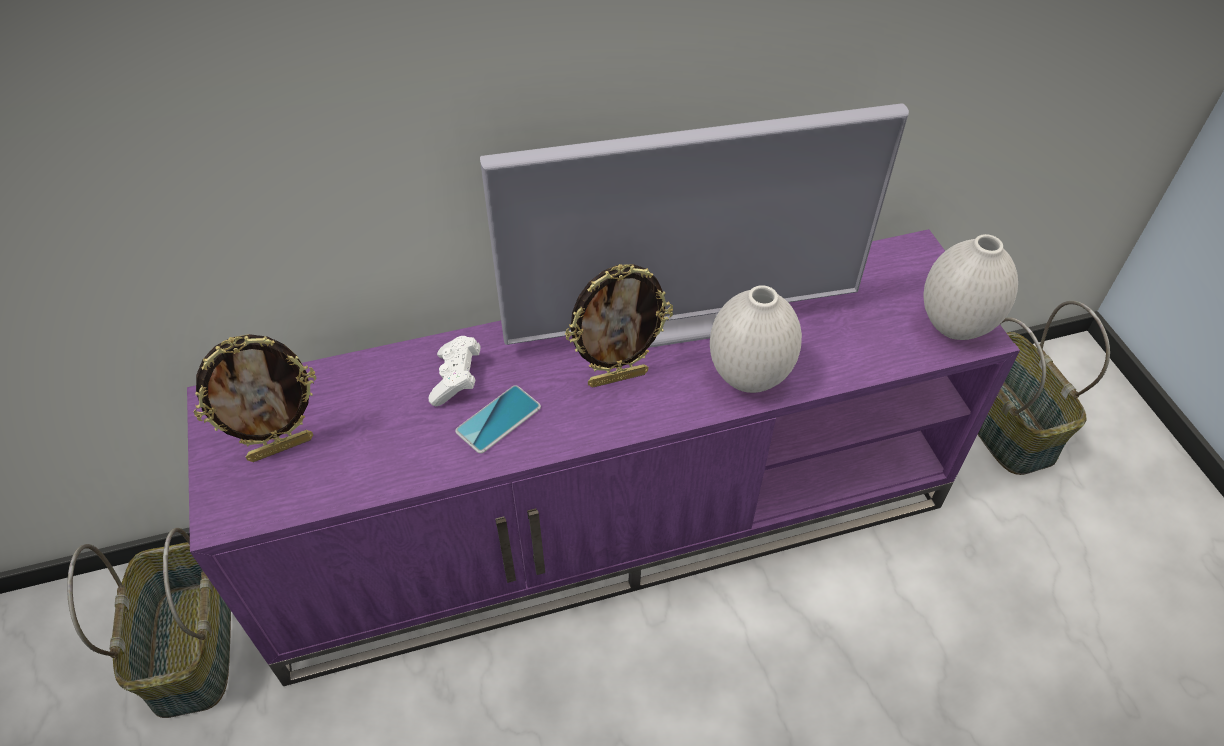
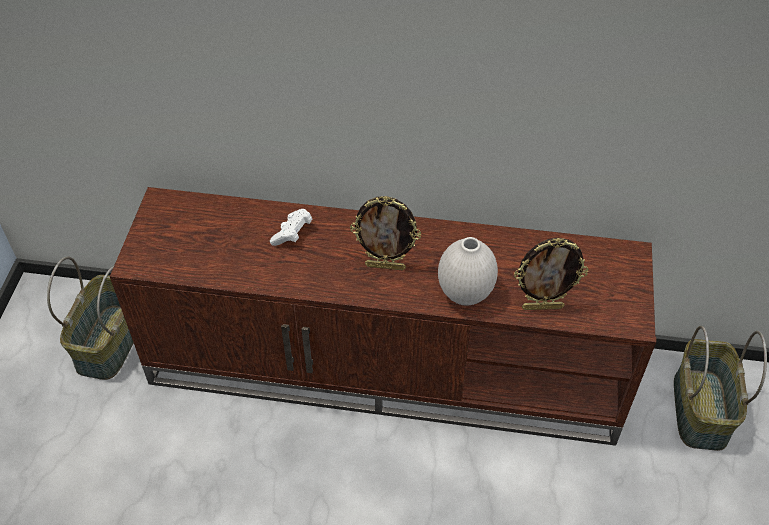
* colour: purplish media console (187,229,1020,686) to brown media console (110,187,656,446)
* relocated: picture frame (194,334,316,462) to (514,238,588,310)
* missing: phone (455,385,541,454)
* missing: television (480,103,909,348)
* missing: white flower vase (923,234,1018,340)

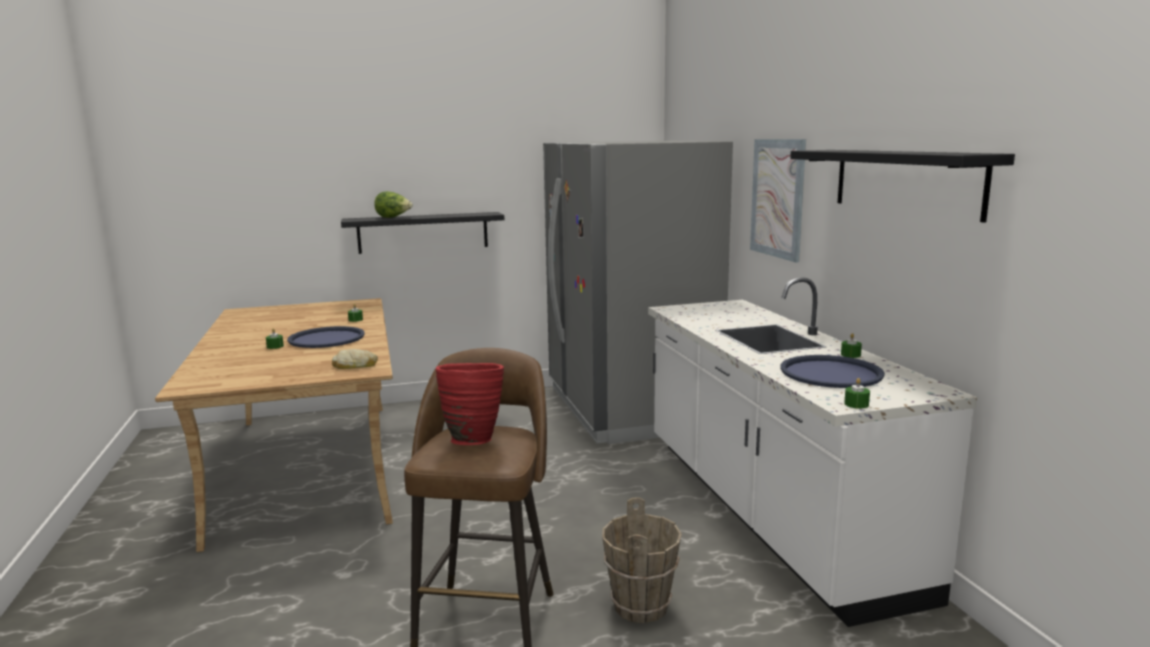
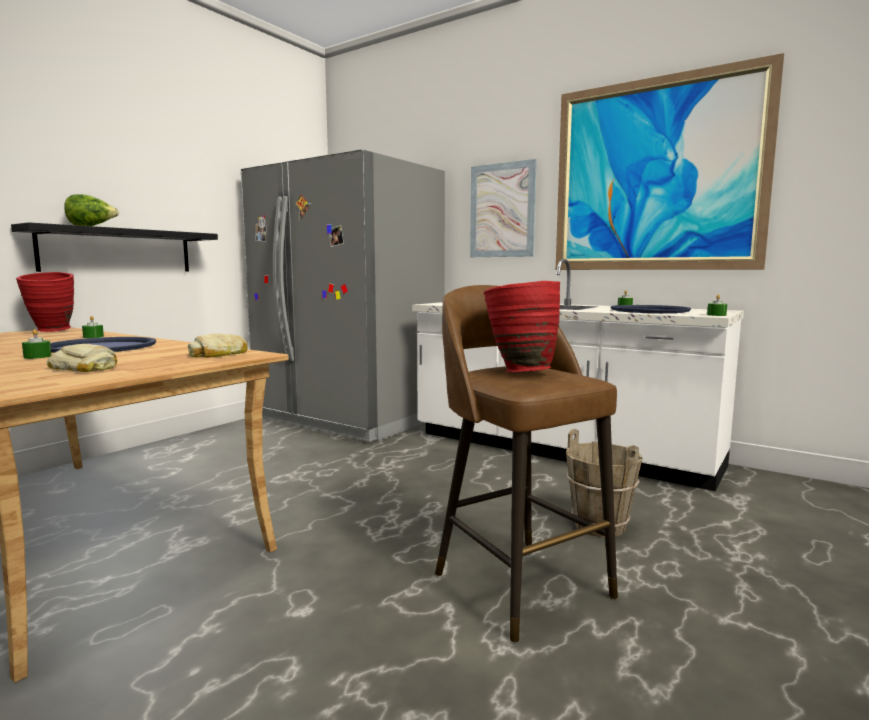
* appeared: red flower vase (16,272,74,332)
* appeared: bakery bread (47,344,117,372)
* exchanged: blackish bracket shelf (790,150,1015,223) to wall art (556,53,784,270)

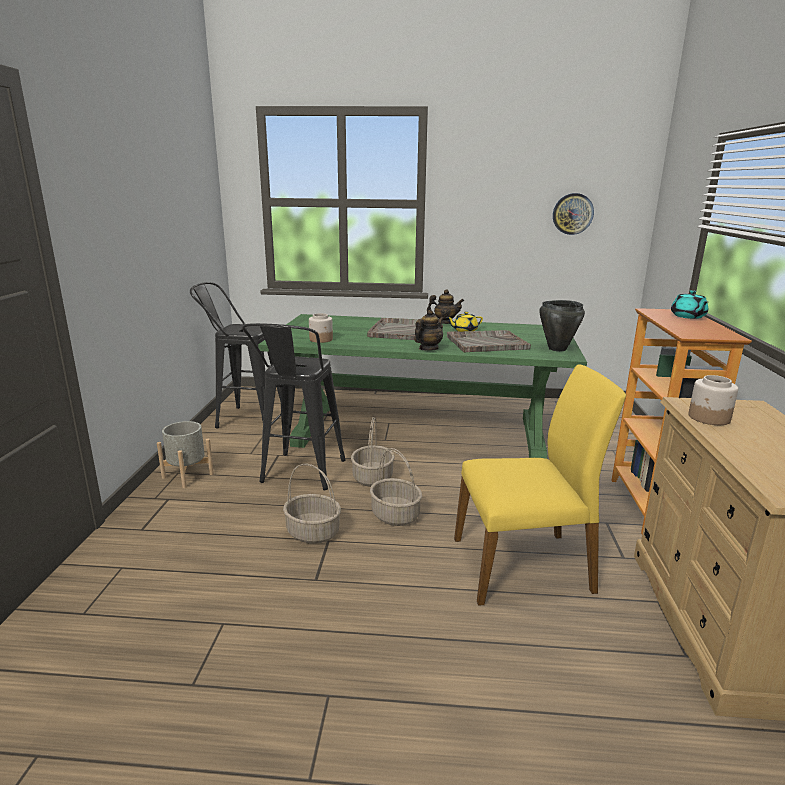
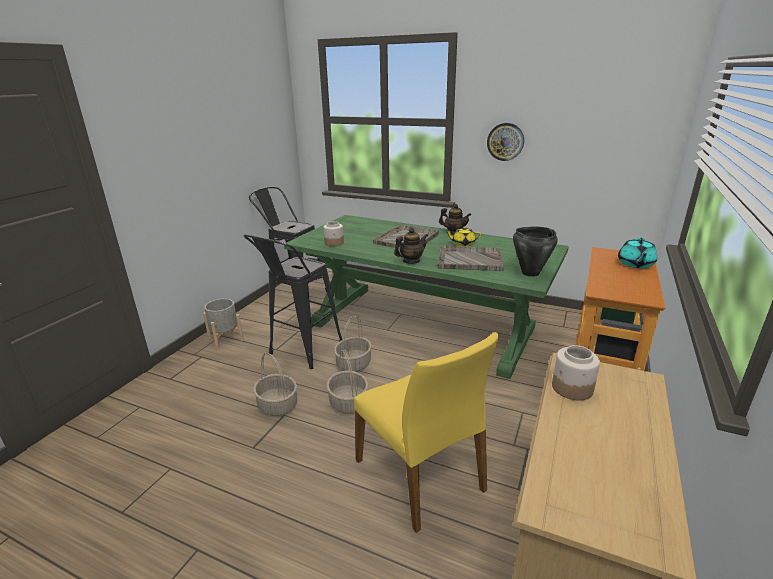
* spun: yellowish plain chair (454,364,626,606) = (354,332,499,533) 45 degrees clockwise
* relocated: wall clock (553,193,594,235) to (487,123,524,161)

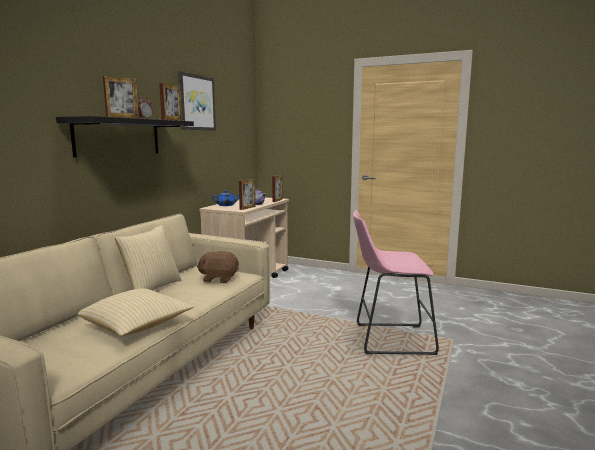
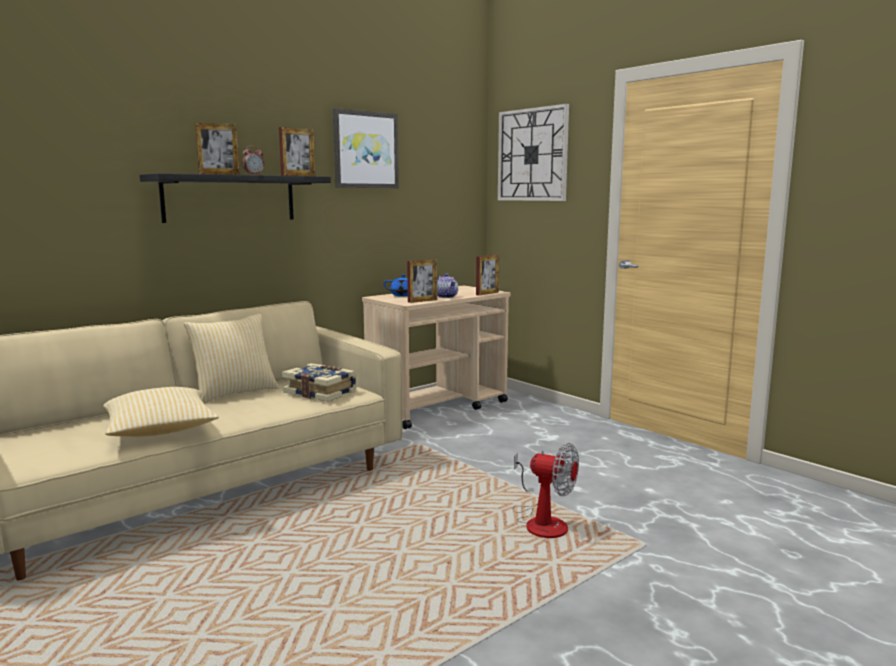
* exchanged: brown plush toy (197,251,239,283) to book (282,363,357,402)
* appeared: wall clock (498,104,569,201)
* exchanged: pinkish sitting stool (353,210,439,355) to cooling fan (513,443,579,538)

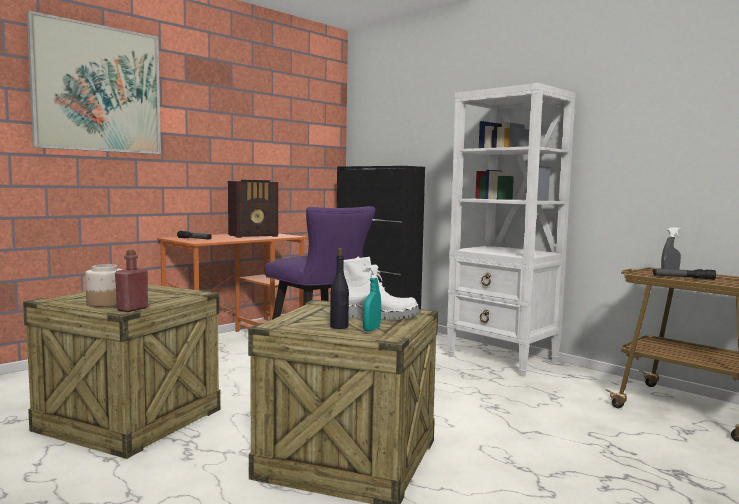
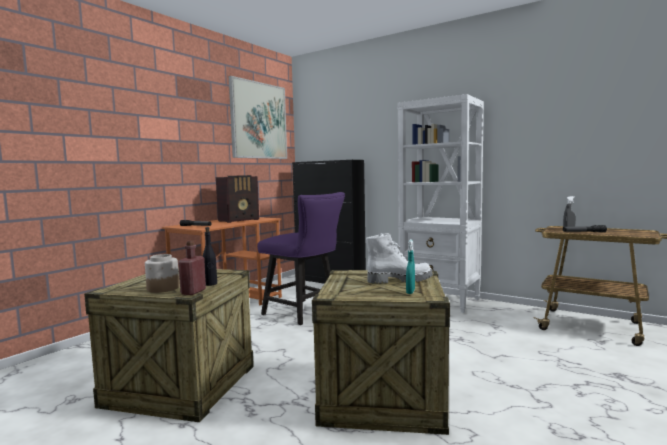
* relocated: blackish beverage bottle (330,248,349,329) to (203,227,217,286)
* relocated: wall art (26,10,161,154) to (229,76,287,159)

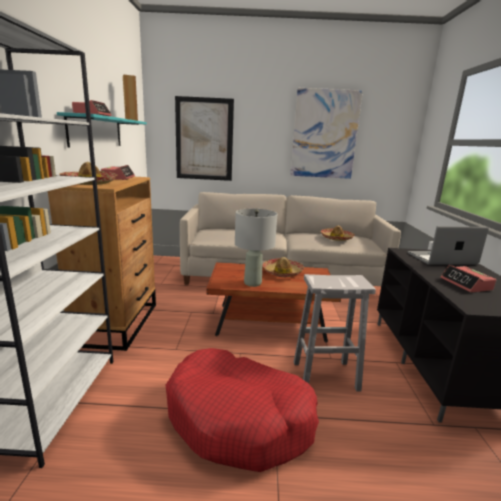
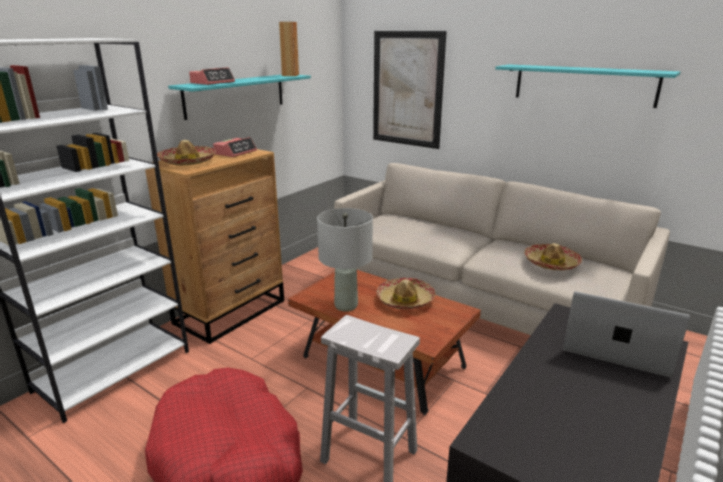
* exchanged: wall art (290,88,363,179) to turquoise bracket shelf (495,65,680,108)
* missing: alarm clock (440,265,496,292)

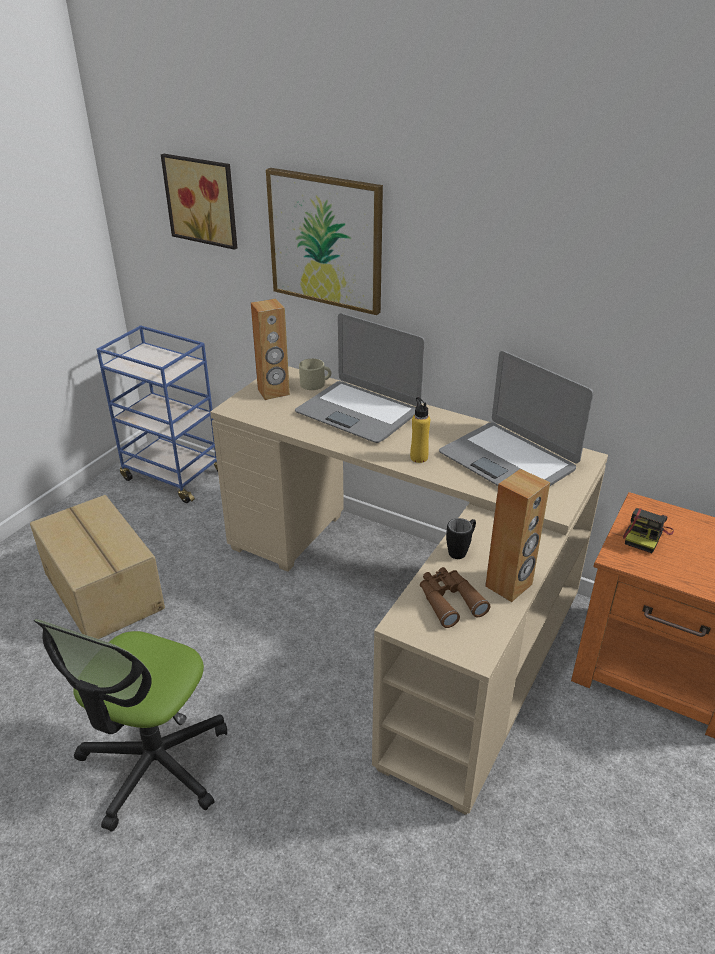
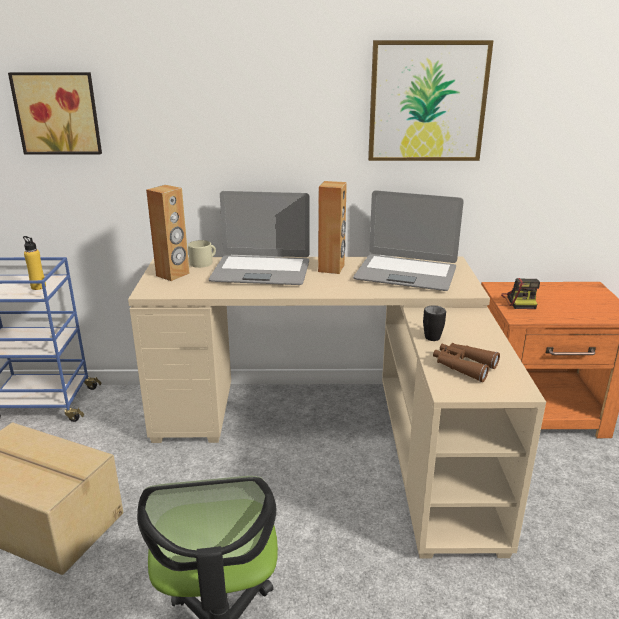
* relocated: yellowish beverage bottle (410,397,430,463) to (23,236,46,290)
* relocated: brown speaker (485,469,550,602) to (318,181,347,274)
* relocated: wall art (266,168,383,315) to (368,40,494,161)

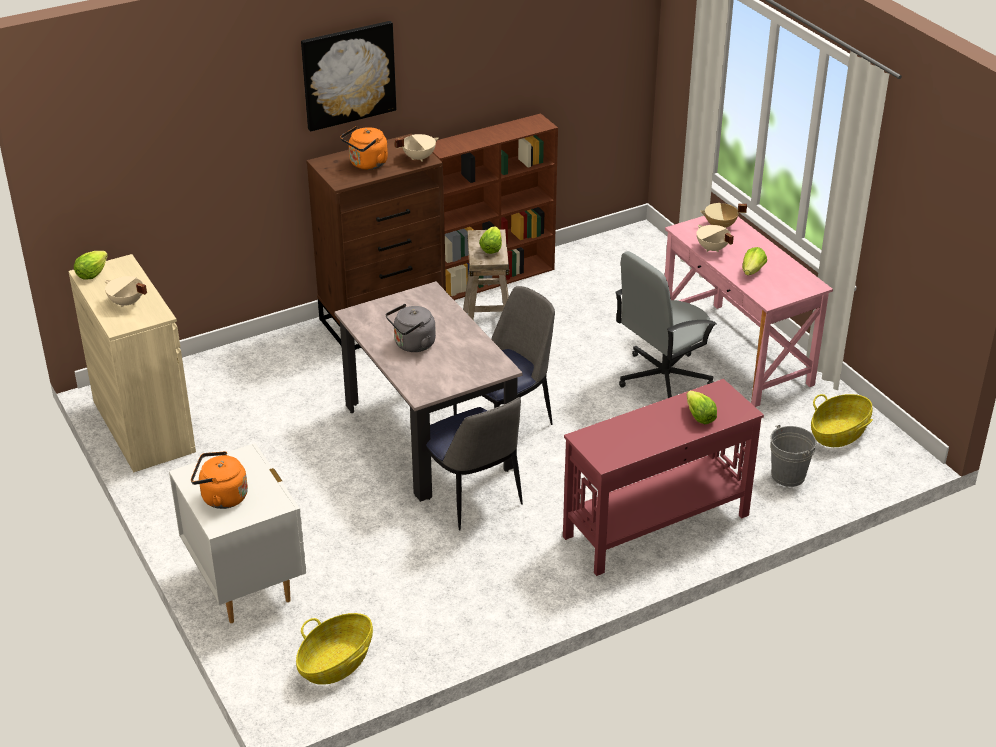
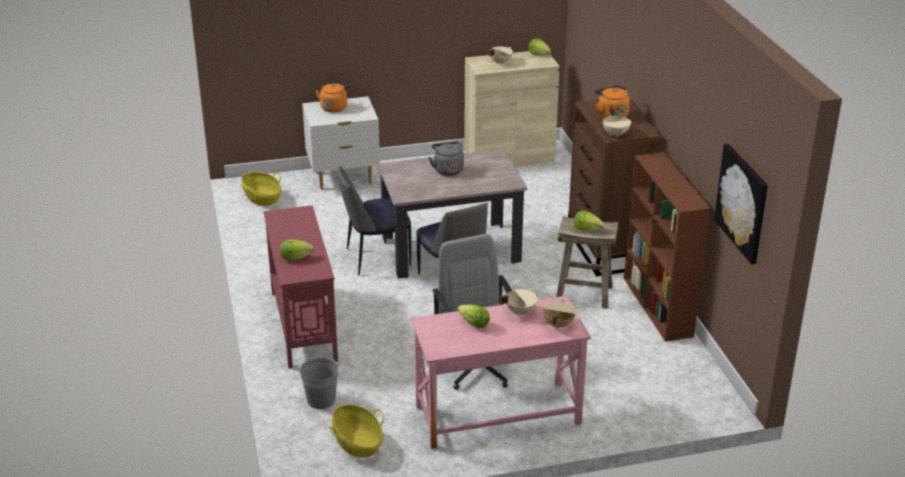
* relocated: wall art (301,21,396,132) to (714,144,768,264)

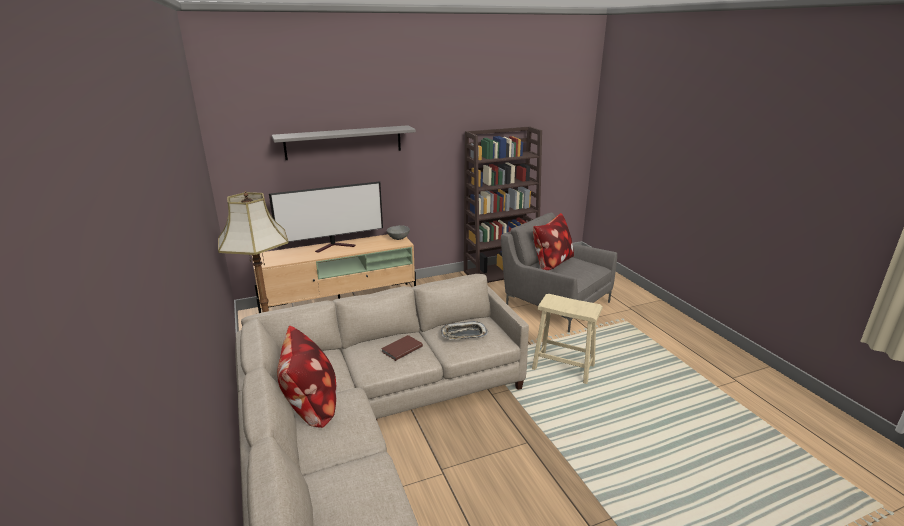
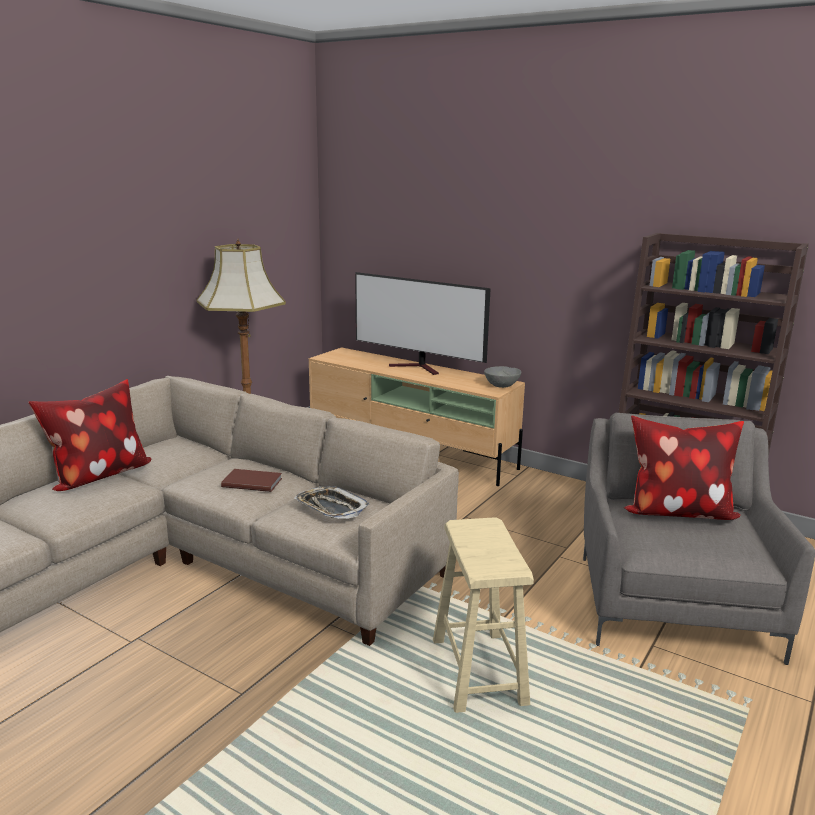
* missing: grey bracket shelf (272,125,416,160)

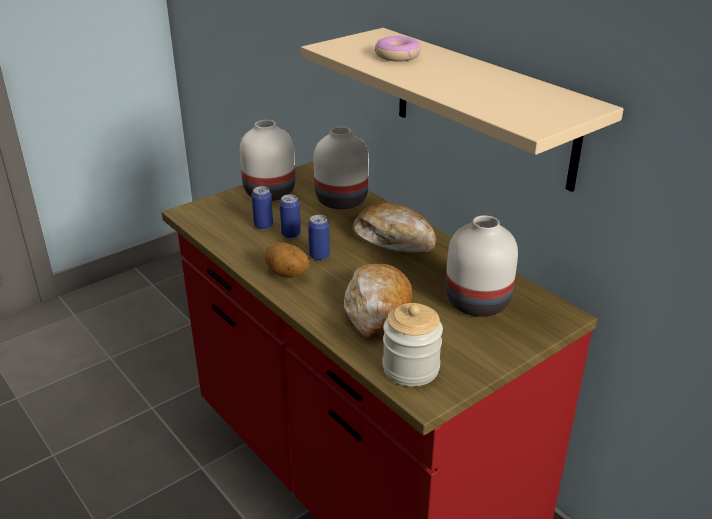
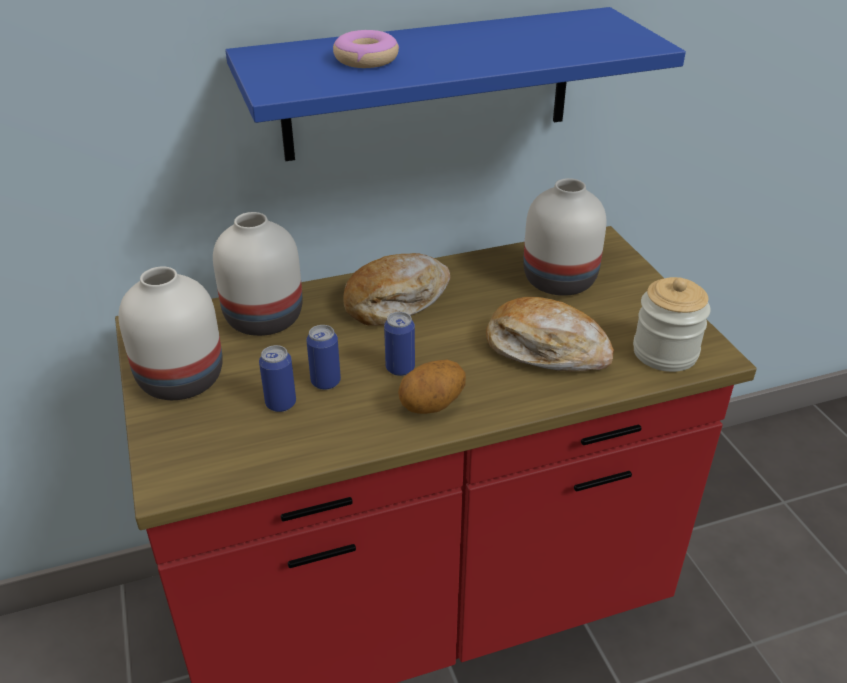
* colour: beige-coloured bracket shelf (301,28,624,192) to bluish bracket shelf (225,7,686,161)

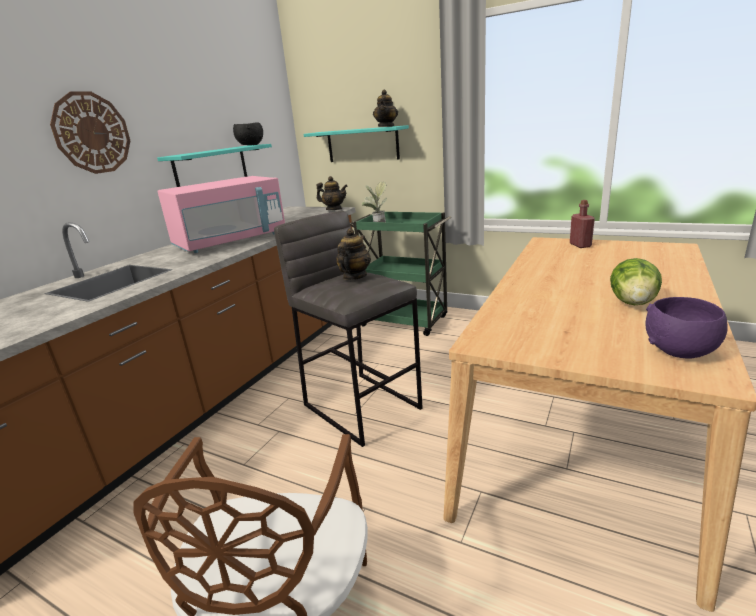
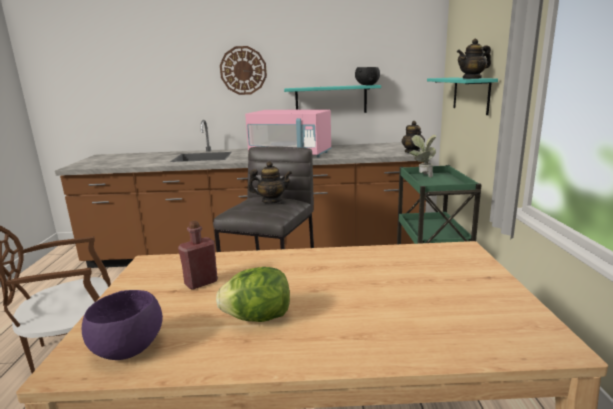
* relocated: red beverage bottle (570,200,595,248) to (178,221,218,290)

